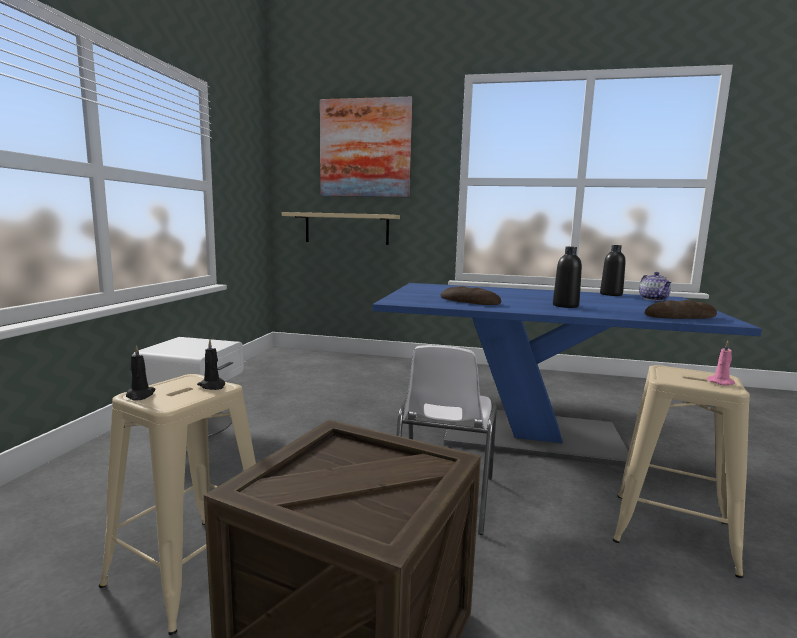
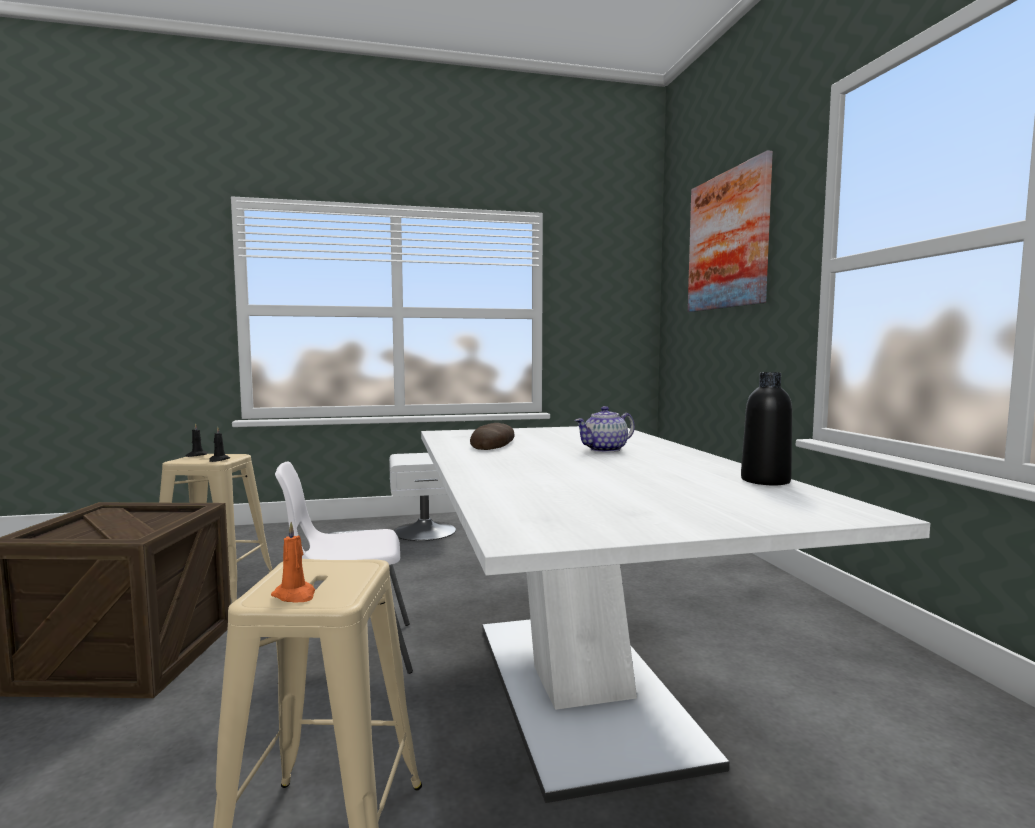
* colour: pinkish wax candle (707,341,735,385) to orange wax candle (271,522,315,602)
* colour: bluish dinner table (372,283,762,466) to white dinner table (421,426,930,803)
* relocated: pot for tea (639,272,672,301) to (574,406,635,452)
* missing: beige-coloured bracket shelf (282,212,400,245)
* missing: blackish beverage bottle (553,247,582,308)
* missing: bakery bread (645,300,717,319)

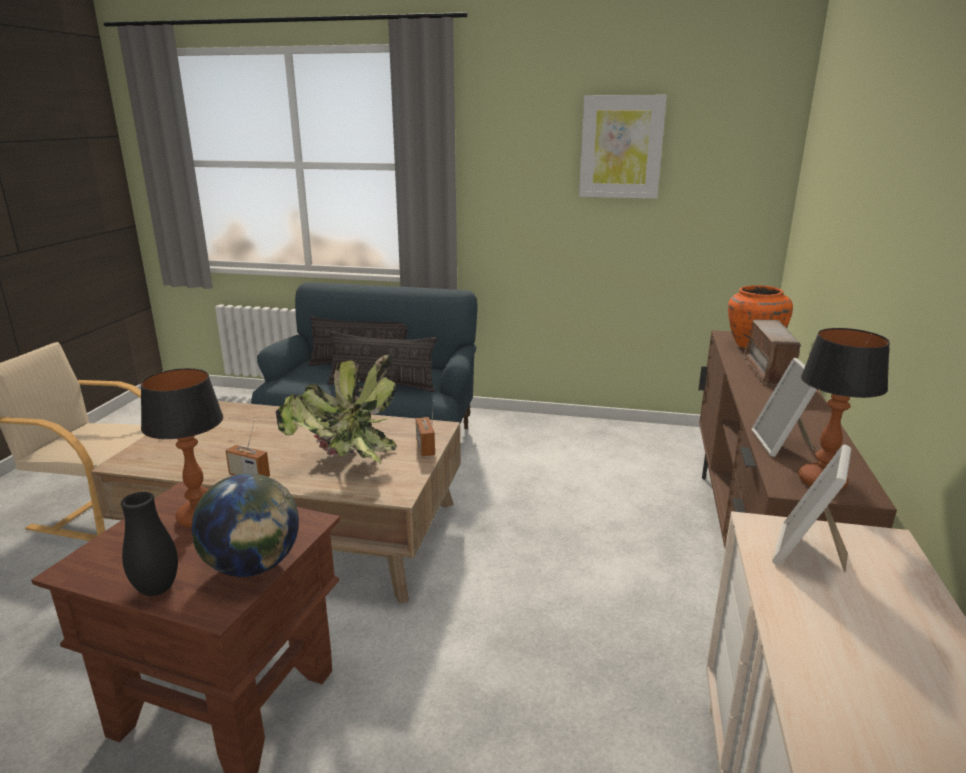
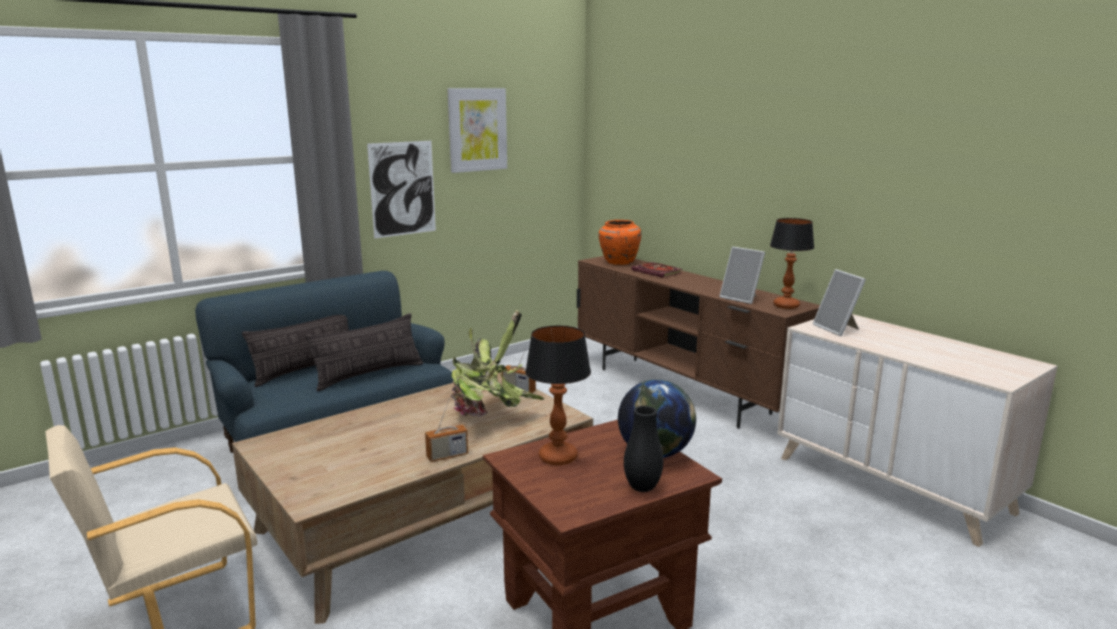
* appeared: wall art (367,141,436,239)
* exchanged: radio (743,320,801,385) to book (632,262,682,278)

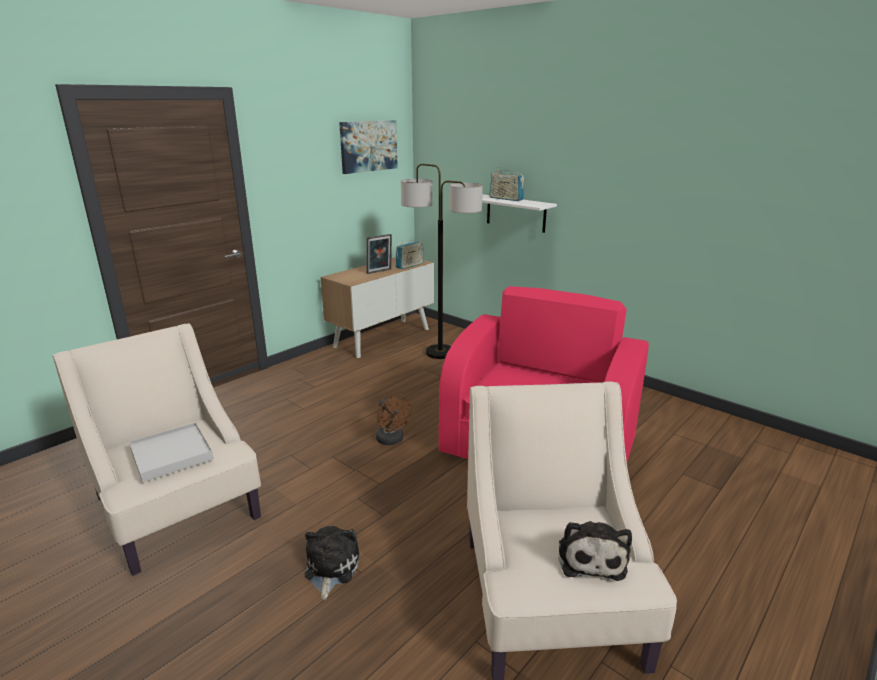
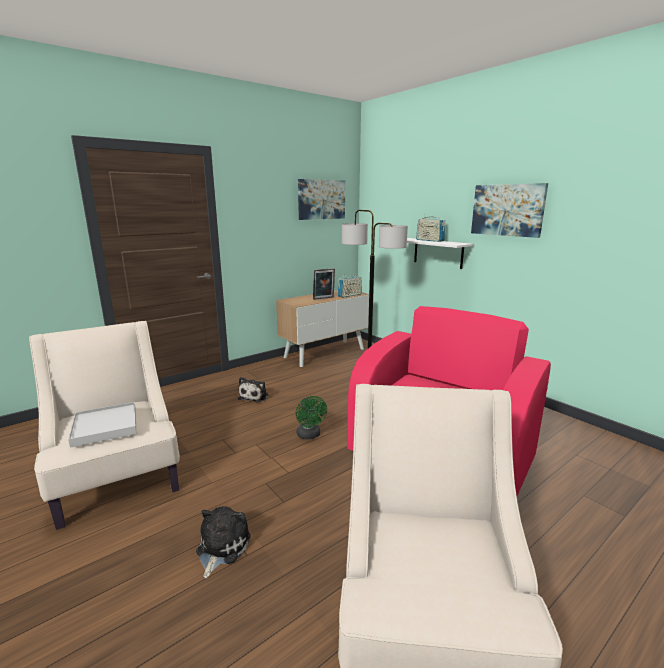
* relocated: plush toy (558,521,632,581) to (238,377,269,402)
* colour: brown cooling fan (376,396,412,445) to greenish cooling fan (296,396,327,440)
* appeared: wall art (471,183,548,238)

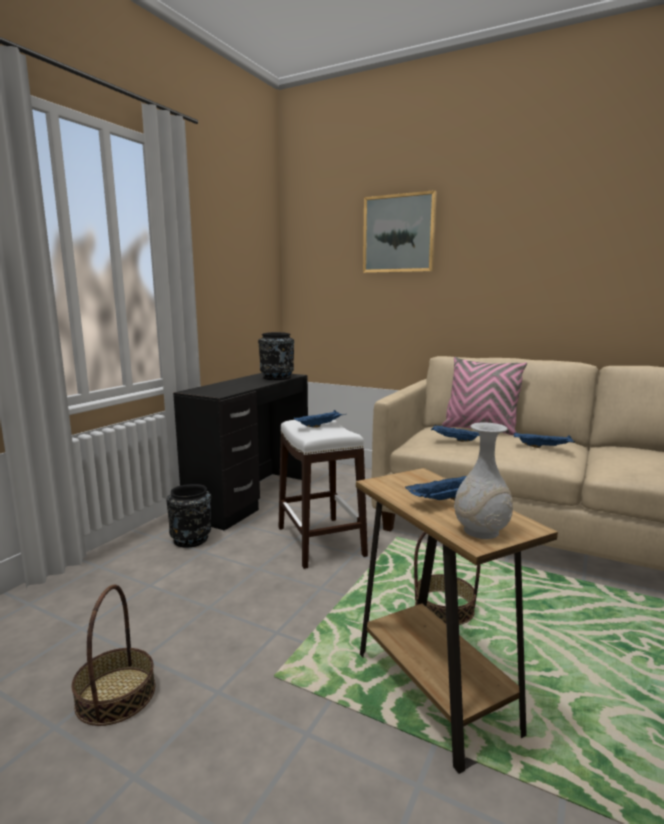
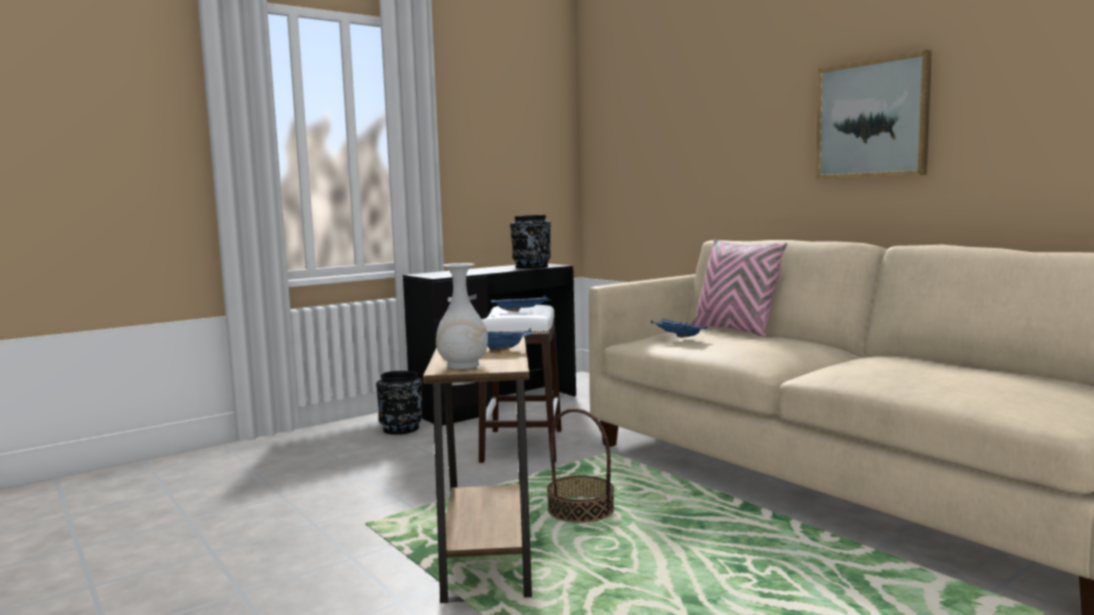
* relocated: wall art (363,190,437,273) to (816,50,932,180)
* missing: storage basket (71,585,155,726)
* missing: bluish carrying tray (514,432,575,448)

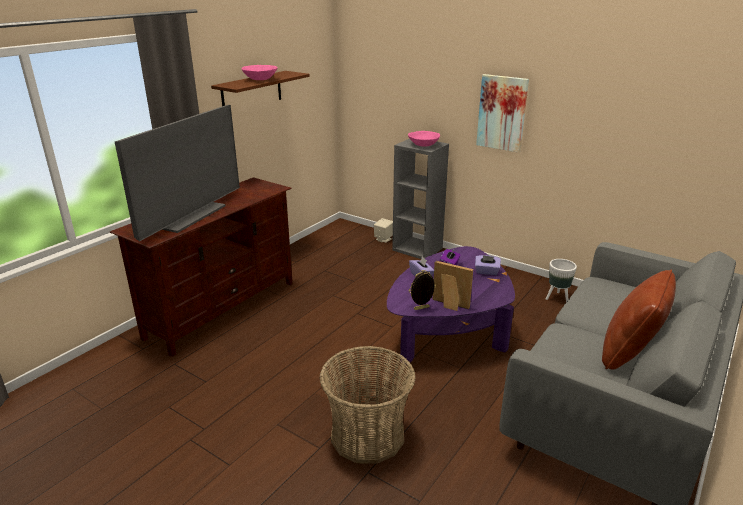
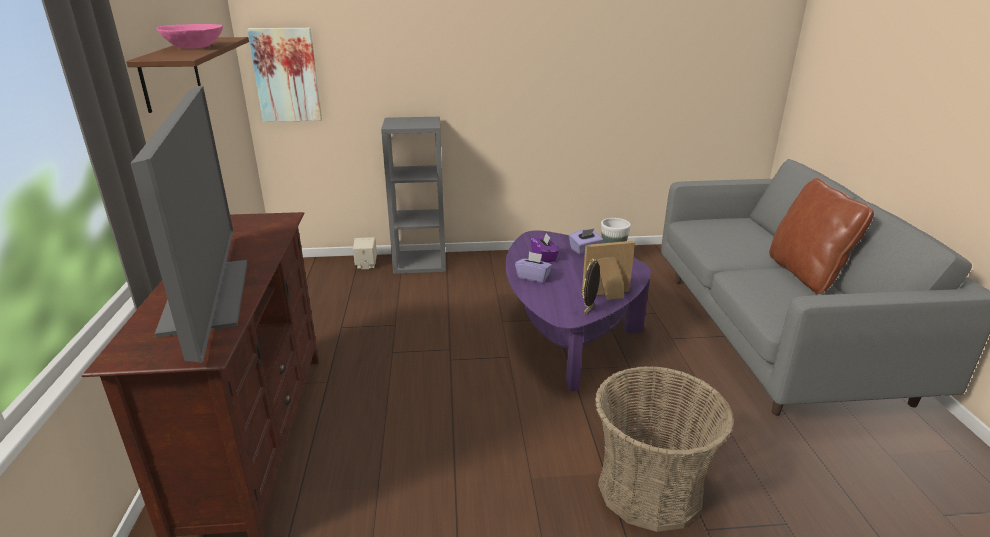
* relocated: wall art (476,74,529,153) to (247,28,322,122)
* missing: pinkish bowl (408,131,440,147)

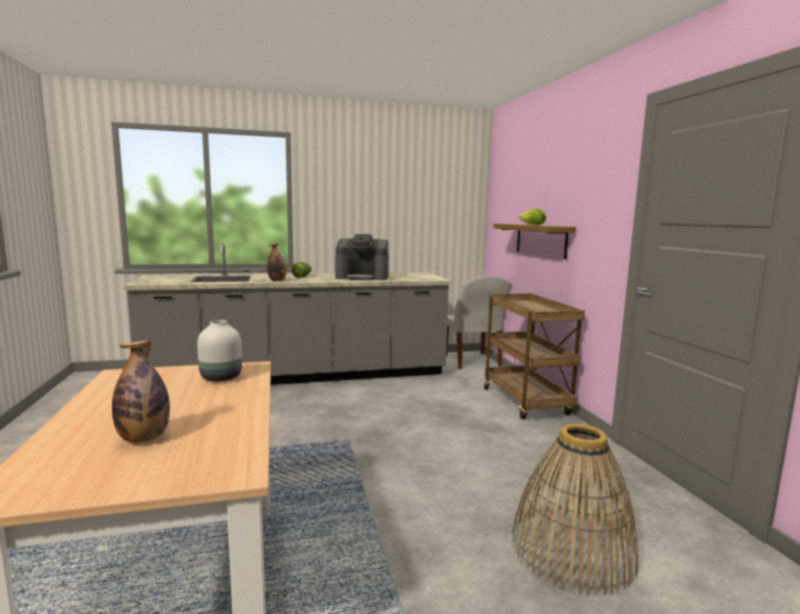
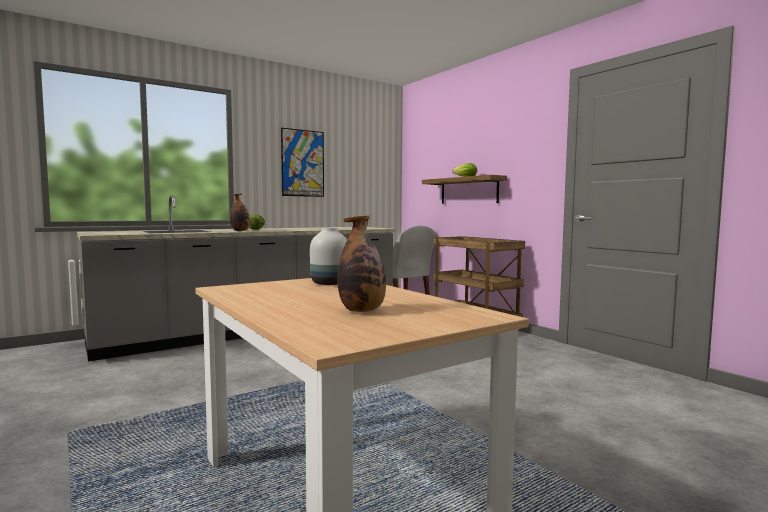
* appeared: wall art (281,128,324,197)
* missing: coffee maker (335,234,389,280)
* missing: storage basket (512,424,638,595)

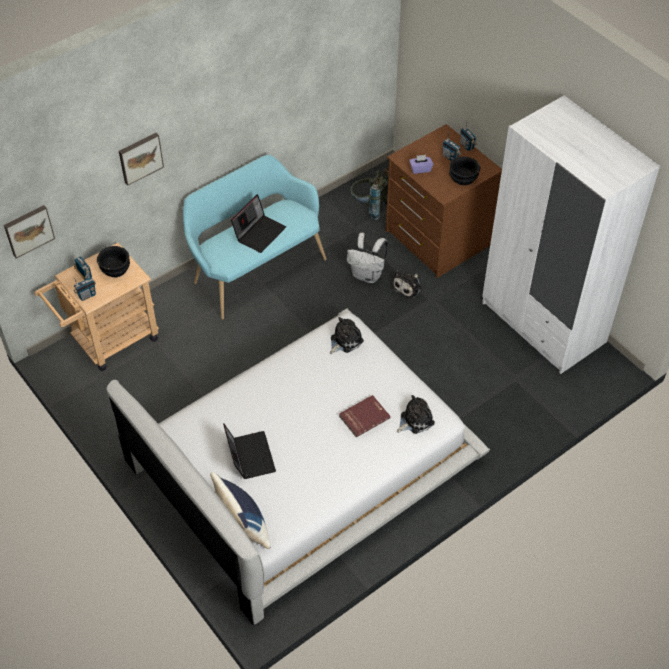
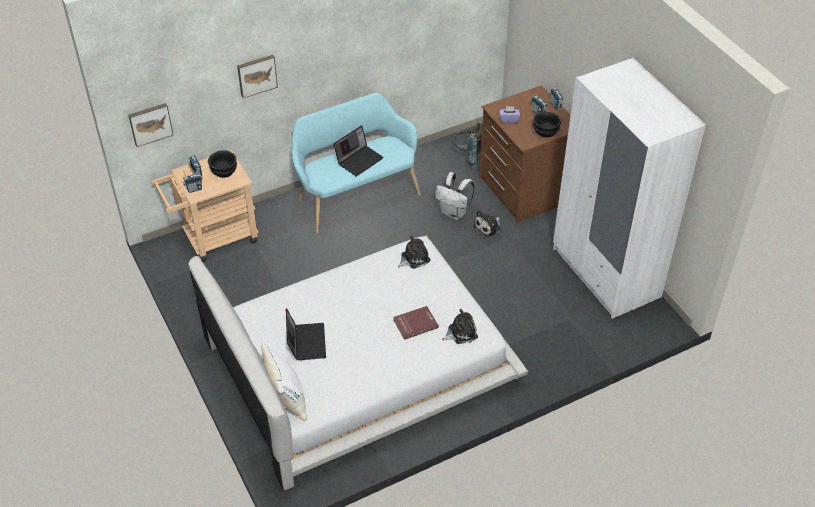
* colour: bluish throw pillow (210,472,271,549) to white throw pillow (261,343,307,421)

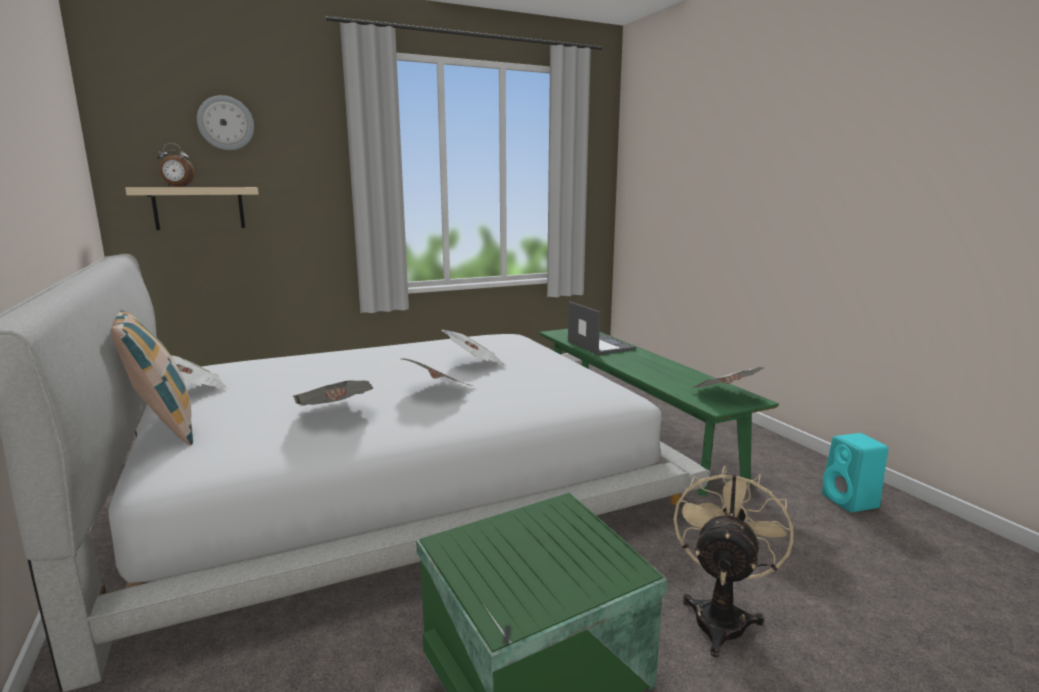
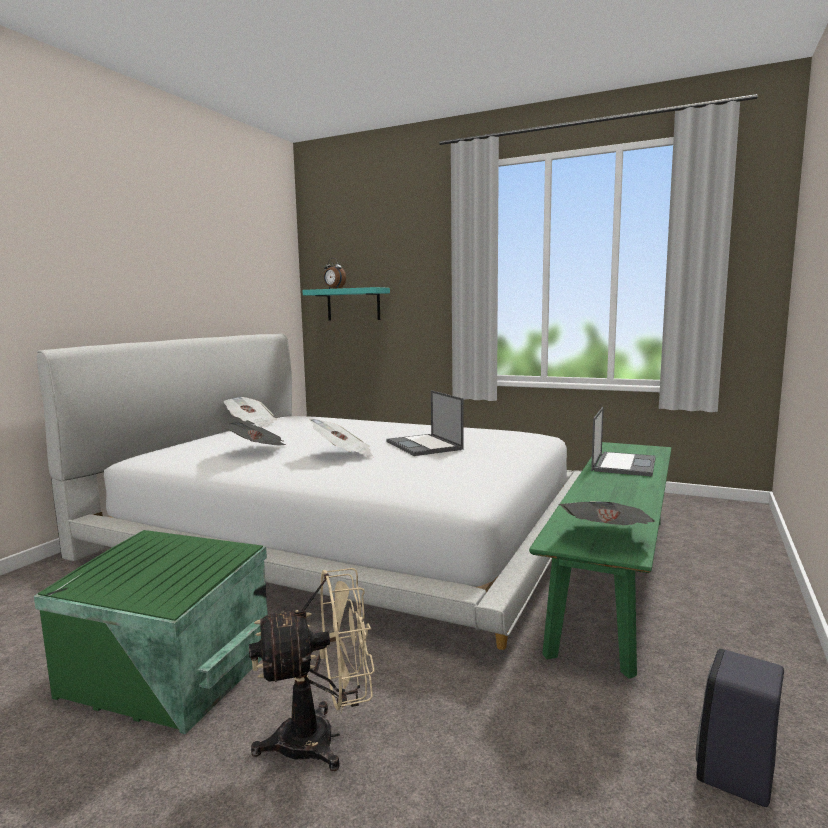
* colour: beige-coloured bracket shelf (125,187,259,230) to turquoise bracket shelf (302,287,390,321)
* exchanged: printed paper (442,330,506,365) to portable computer (387,390,464,456)
* colour: turquoise speaker (822,433,888,512) to blackish speaker (696,649,784,807)
* missing: throw pillow (111,310,193,445)
* missing: wall clock (197,95,254,150)

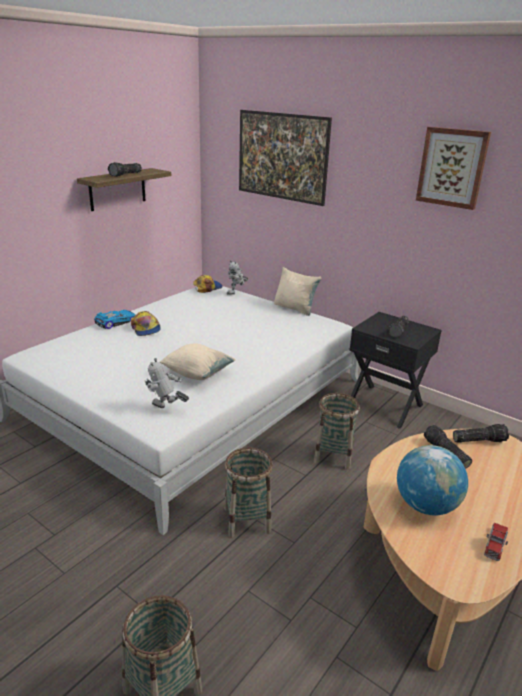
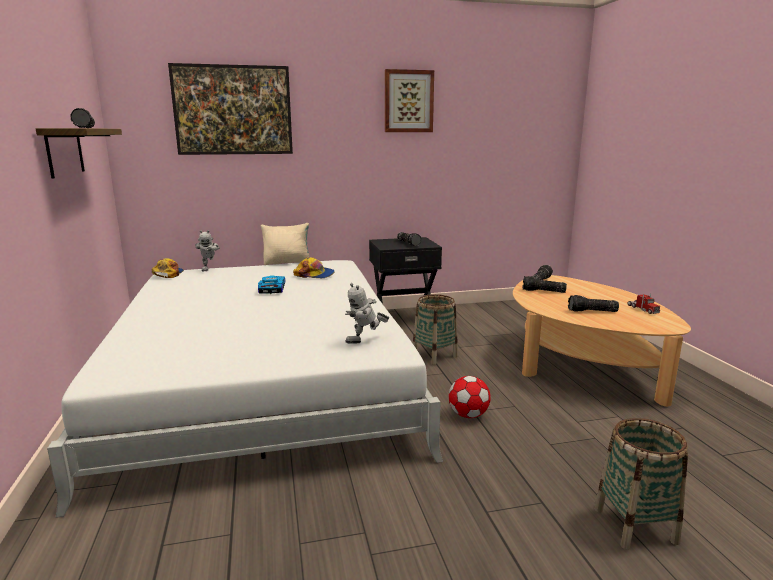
* relocated: model car (94,310,135,329) to (258,275,286,294)
* relocated: peaked cap (131,311,161,336) to (293,257,335,278)
* exchanged: storage basket (224,447,273,538) to football ball (449,376,491,418)
* exchanged: globe (397,445,468,515) to torch (568,295,619,312)
* missing: beige-coloured throw pillow (160,344,236,380)

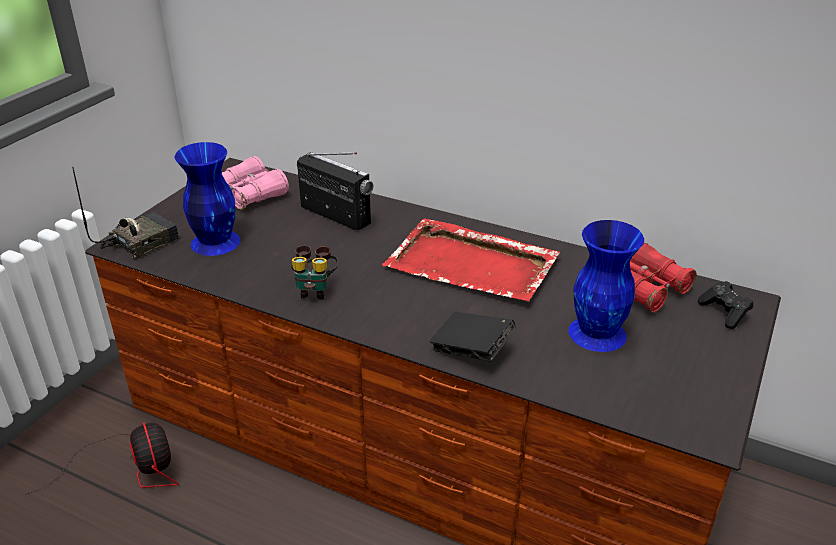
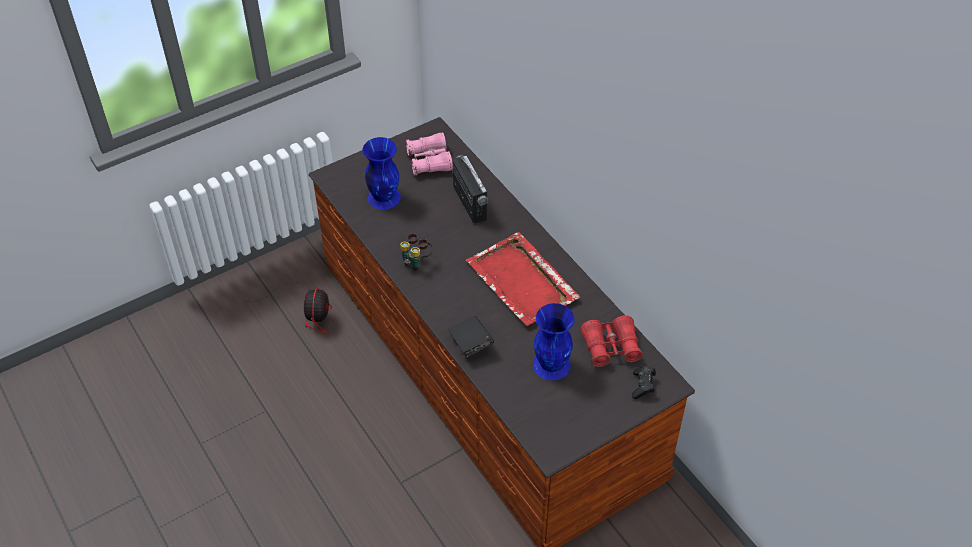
* missing: radio (73,168,179,259)

